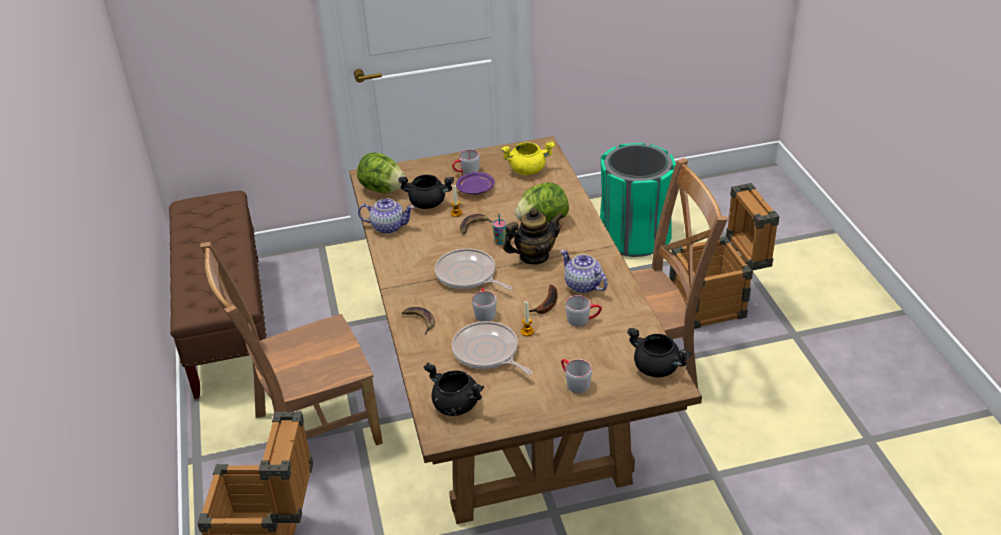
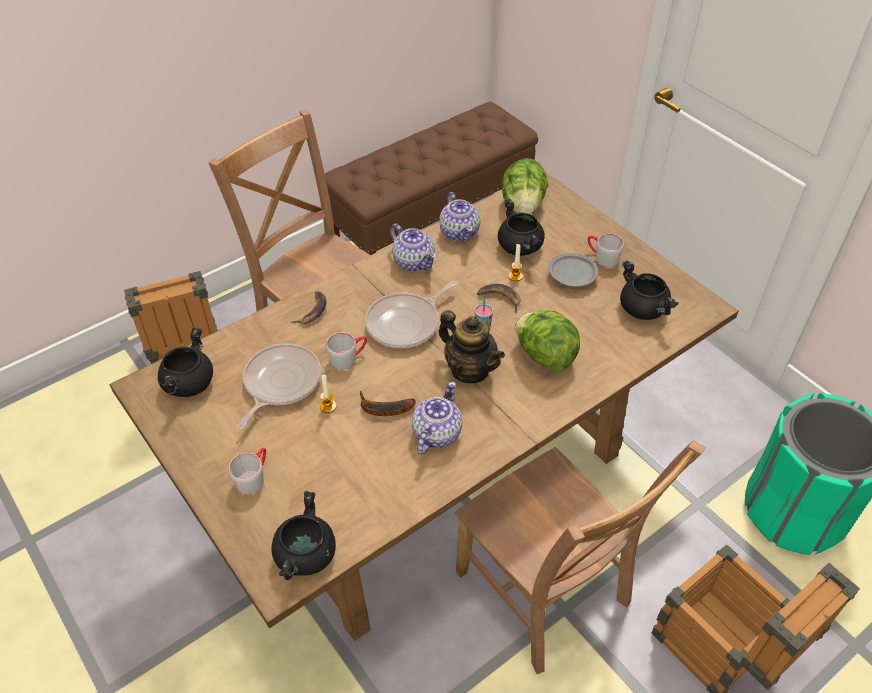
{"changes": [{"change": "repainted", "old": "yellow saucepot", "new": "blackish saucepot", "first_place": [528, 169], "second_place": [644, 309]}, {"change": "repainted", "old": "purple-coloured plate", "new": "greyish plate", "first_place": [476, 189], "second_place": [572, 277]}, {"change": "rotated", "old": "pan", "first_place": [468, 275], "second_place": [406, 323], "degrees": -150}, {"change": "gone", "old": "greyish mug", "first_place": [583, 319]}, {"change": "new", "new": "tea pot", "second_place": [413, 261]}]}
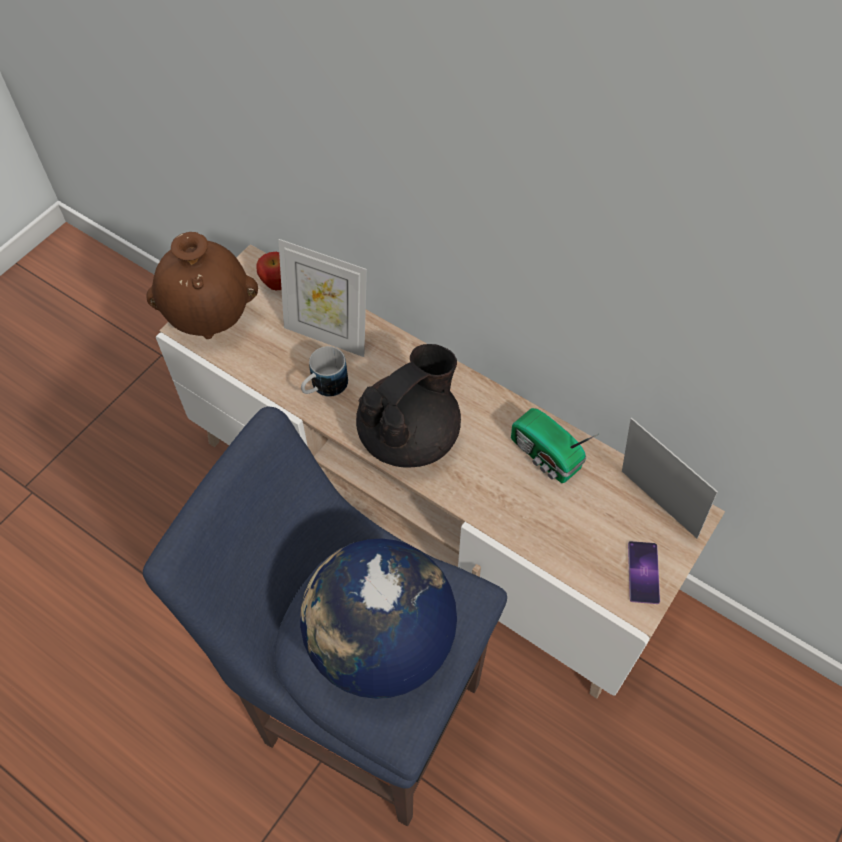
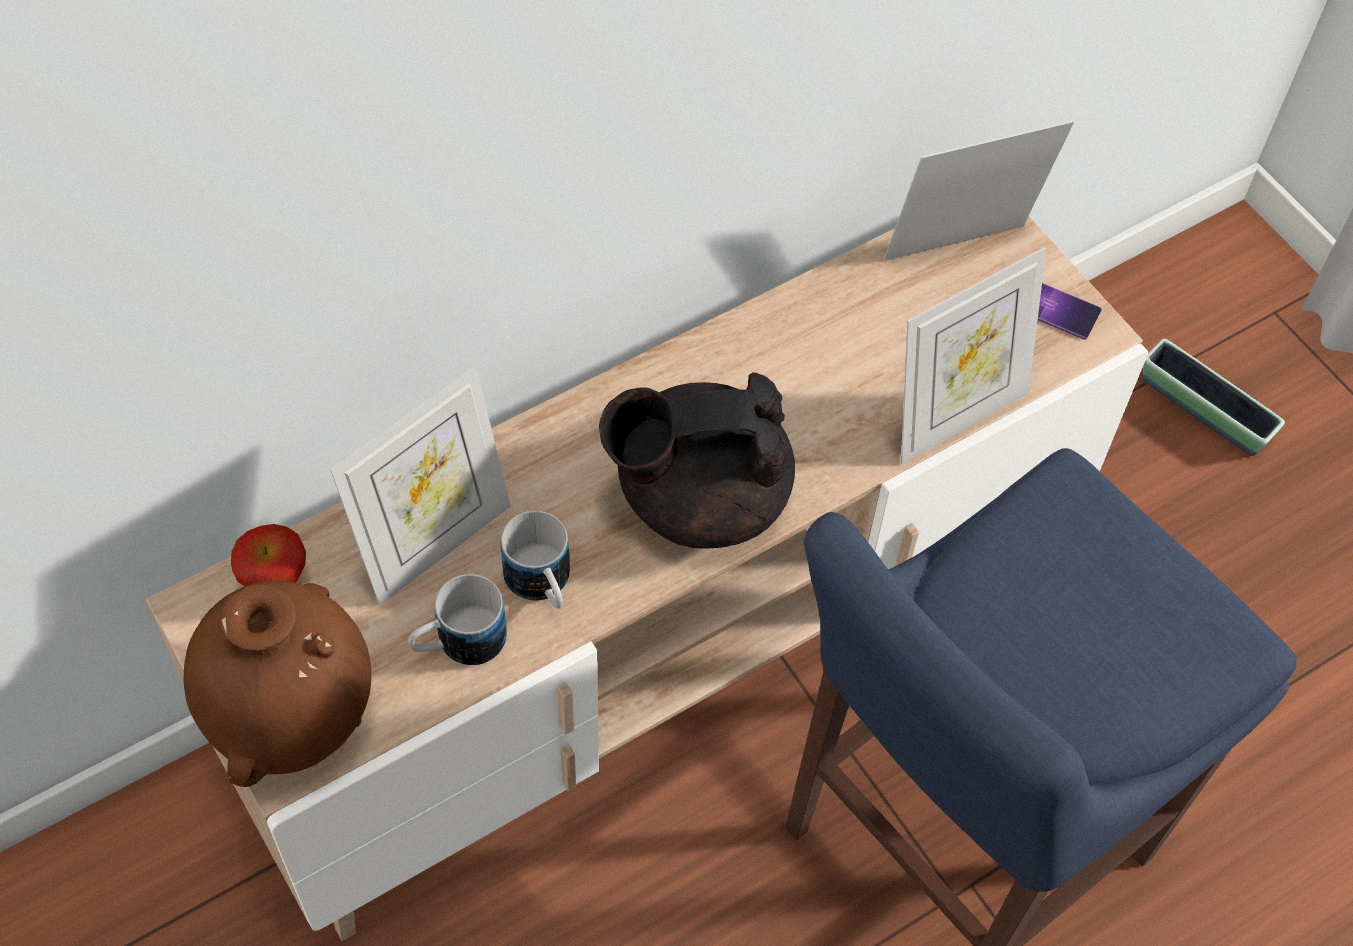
{"changes": [{"change": "rotated", "old": "blackish tea pot", "first_place": [410, 435], "second_place": [699, 496], "degrees": -75}, {"change": "gone", "old": "radio", "first_place": [546, 456]}, {"change": "gone", "old": "desk globe", "first_place": [380, 643]}, {"change": "new", "new": "standing frame", "second_place": [955, 416]}, {"change": "new", "new": "flower pot", "second_place": [1203, 410]}, {"change": "new", "new": "mug", "second_place": [458, 643]}]}
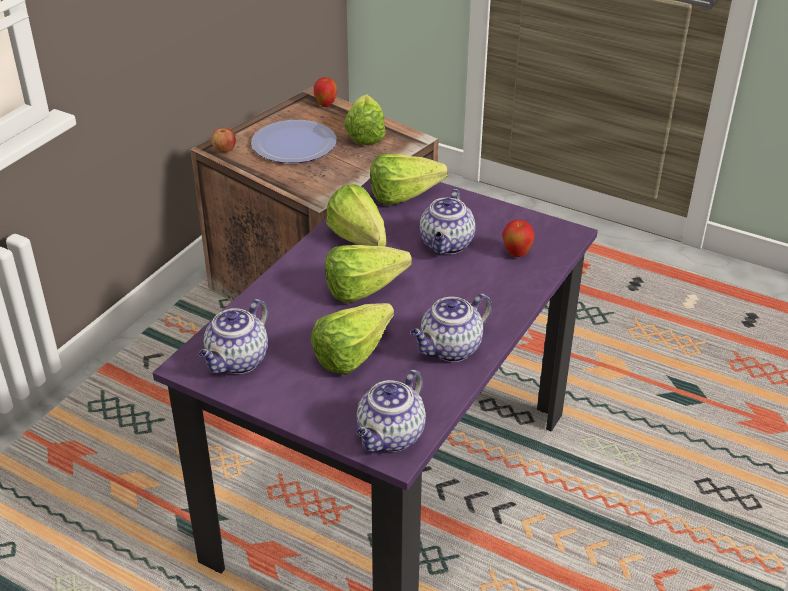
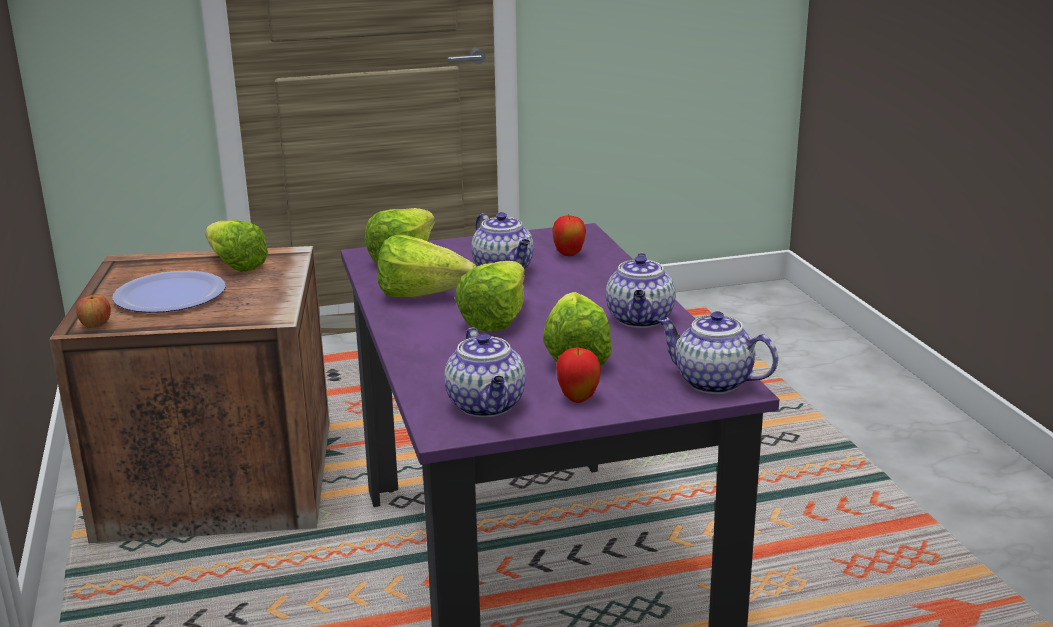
{"changes": [{"change": "shifted", "old": "whole apple", "first_place": [325, 105], "second_place": [578, 399]}, {"change": "rotated", "old": "tea pot", "first_place": [390, 437], "second_place": [711, 382], "degrees": 135}]}
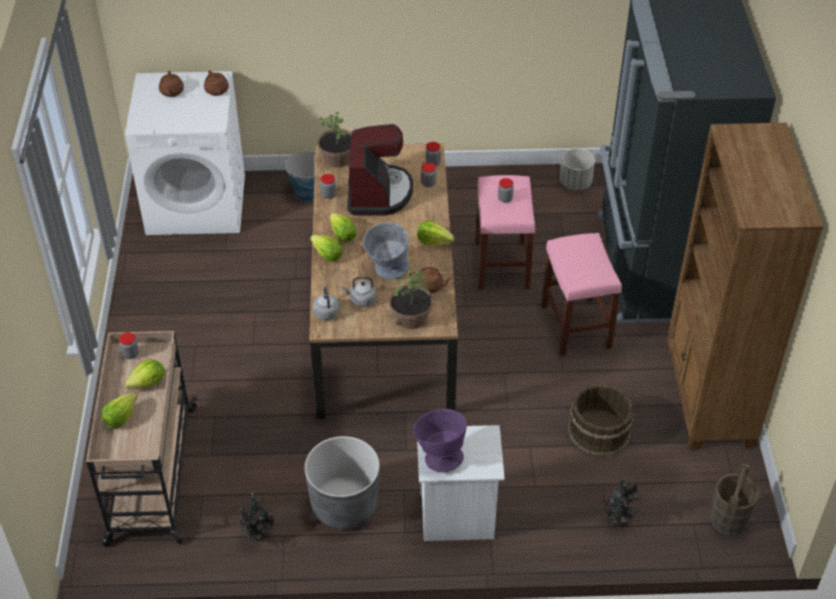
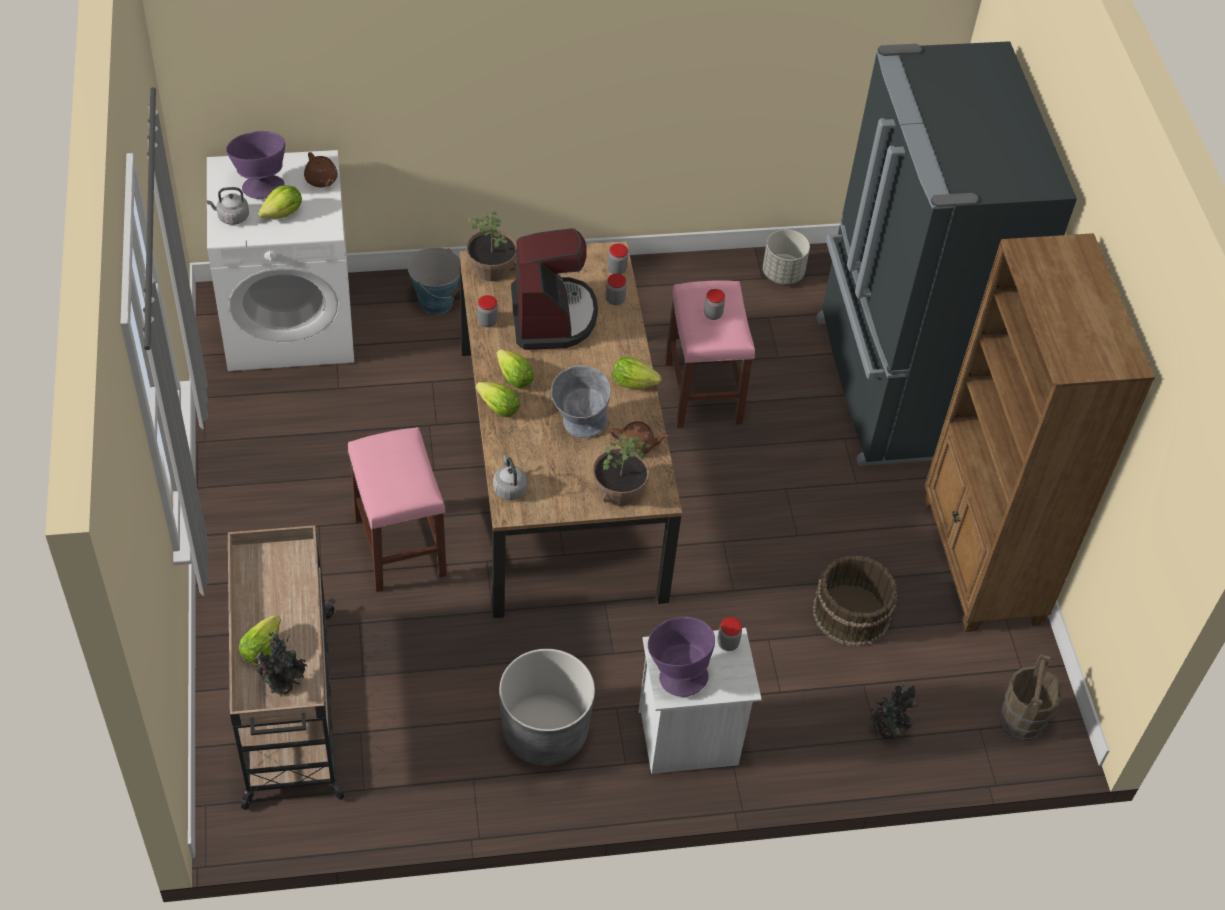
{"changes": [{"change": "swapped", "old": "brown-coloured tea pot", "new": "purple-coloured bowl", "first_place": [172, 92], "second_place": [260, 184]}, {"change": "shifted", "old": "pinkish stool", "first_place": [574, 326], "second_place": [399, 546]}, {"change": "shifted", "old": "greyish tea kettle", "first_place": [361, 300], "second_place": [231, 217]}, {"change": "shifted", "old": "jar", "first_place": [130, 354], "second_place": [728, 643]}, {"change": "shifted", "old": "lettuce head", "first_place": [148, 383], "second_place": [283, 214]}, {"change": "shifted", "old": "plant in a pot", "first_place": [257, 536], "second_place": [283, 687]}]}
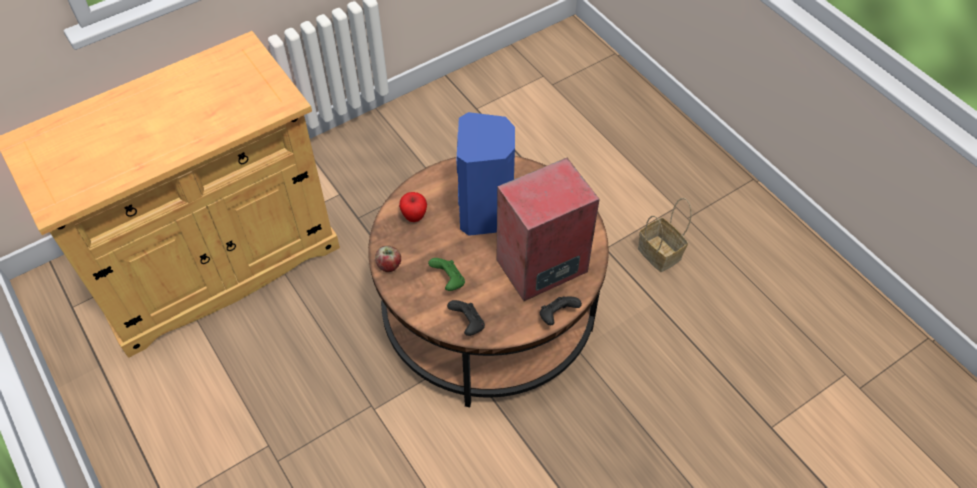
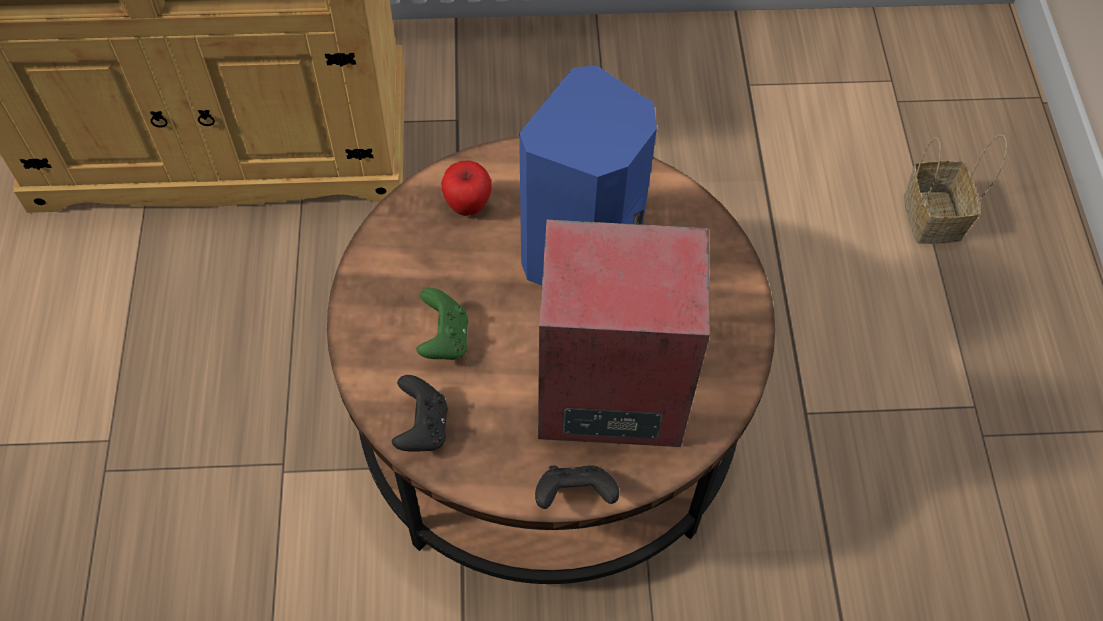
{"changes": [{"change": "shifted", "old": "storage basket", "first_place": [661, 254], "second_place": [934, 219]}, {"change": "gone", "old": "whole apple", "first_place": [389, 265]}]}
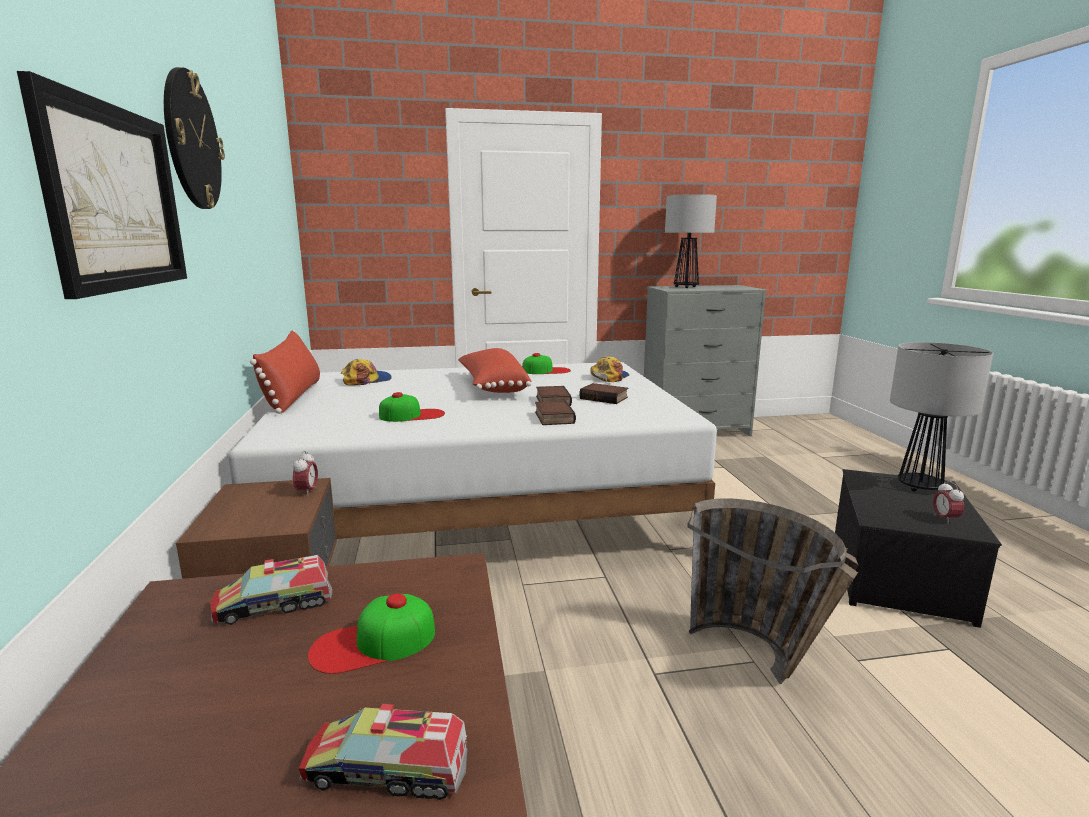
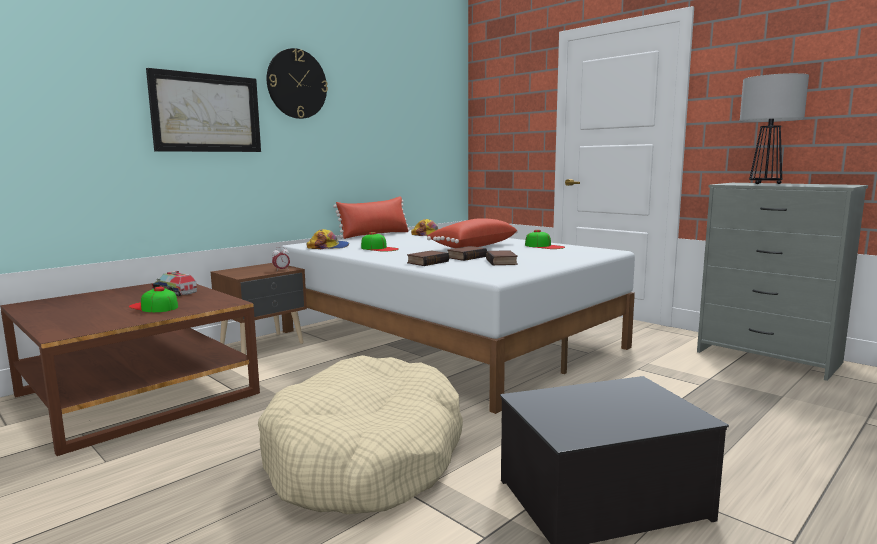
{"changes": [{"change": "gone", "old": "tabletop lamp", "first_place": [919, 486]}, {"change": "shifted", "old": "peaked cap", "first_place": [609, 377], "second_place": [328, 247]}, {"change": "gone", "old": "alarm clock", "first_place": [945, 519]}, {"change": "swapped", "old": "storage basket", "new": "beige-coloured dog bed", "first_place": [762, 661], "second_place": [366, 457]}, {"change": "gone", "old": "model truck", "first_place": [386, 769]}]}
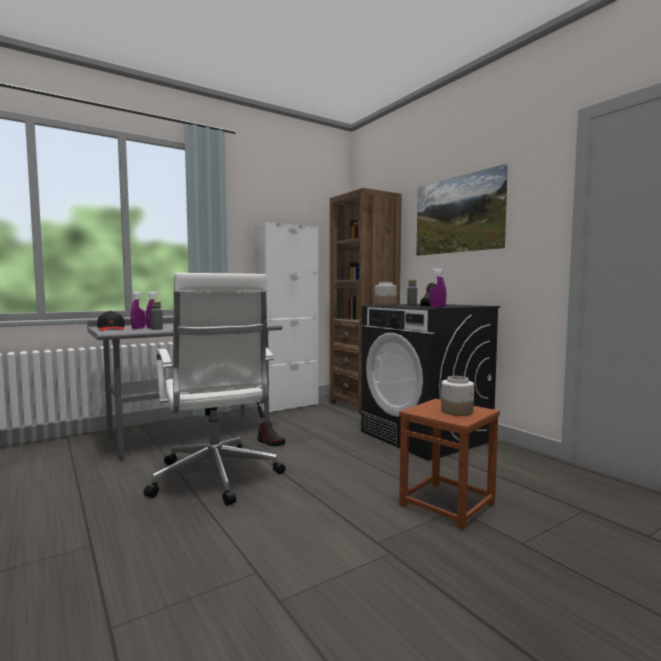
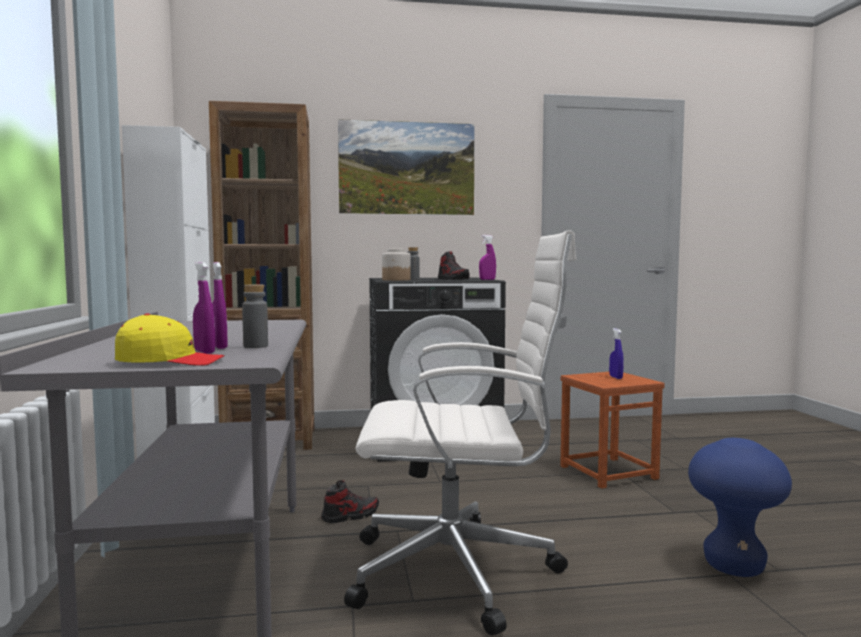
{"changes": [{"change": "repainted", "old": "blackish peaked cap", "new": "yellow peaked cap", "first_place": [111, 329], "second_place": [169, 361]}, {"change": "swapped", "old": "jar", "new": "bluish spray bottle", "first_place": [457, 411], "second_place": [615, 377]}, {"change": "new", "new": "bluish stool", "second_place": [734, 566]}]}
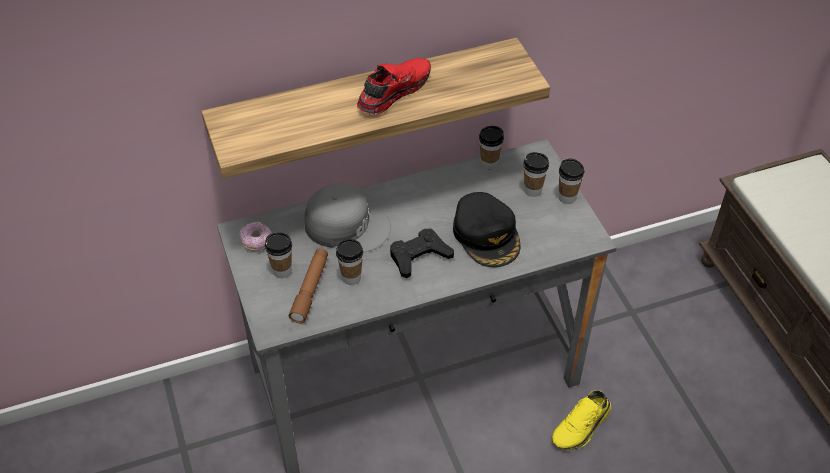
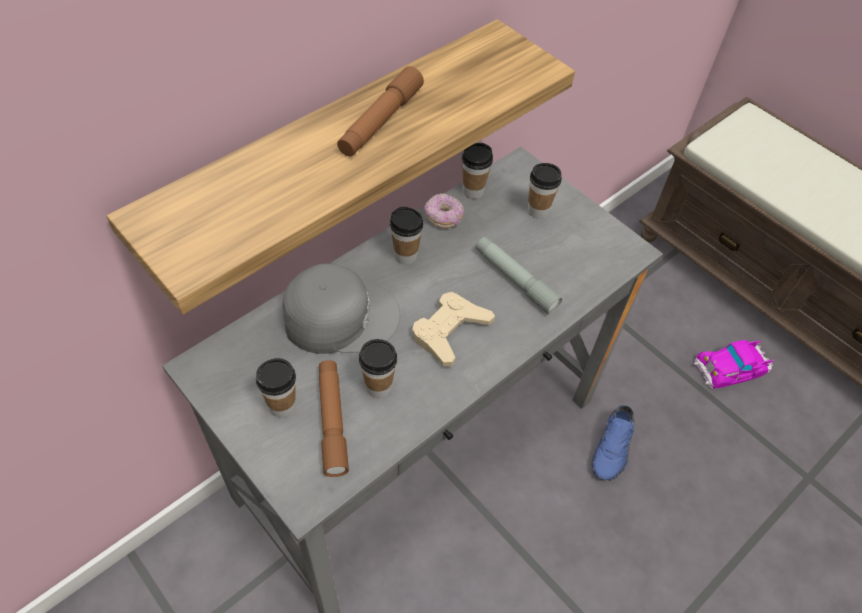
{"changes": [{"change": "swapped", "old": "reddish item of footwear", "new": "brown-coloured torch", "first_place": [393, 91], "second_place": [381, 121]}, {"change": "shifted", "old": "drinking cup", "first_place": [567, 197], "second_place": [405, 256]}, {"change": "swapped", "old": "blackish peaked cap", "new": "greyish torch", "first_place": [487, 235], "second_place": [515, 280]}, {"change": "shifted", "old": "ring doughnut", "first_place": [256, 241], "second_place": [443, 217]}, {"change": "repainted", "old": "blackish game controller", "new": "beige-coloured game controller", "first_place": [419, 256], "second_place": [450, 331]}, {"change": "repainted", "old": "yellow item of footwear", "new": "bluish item of footwear", "first_place": [582, 427], "second_place": [613, 448]}, {"change": "new", "new": "toy car", "second_place": [731, 366]}]}
